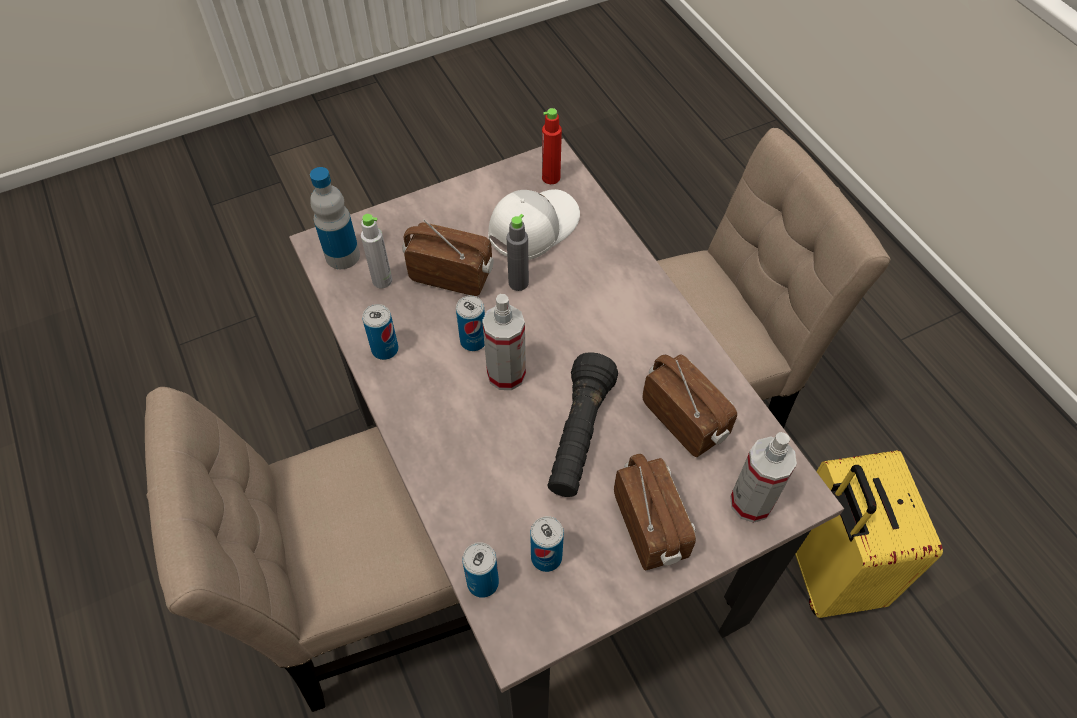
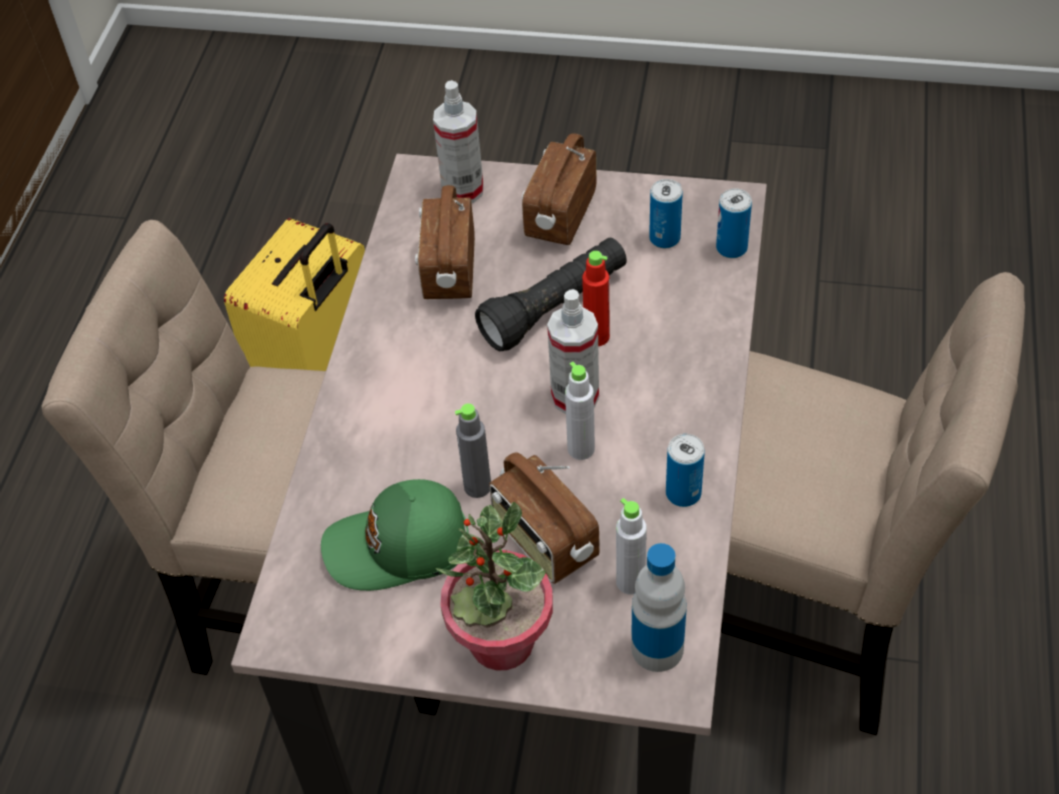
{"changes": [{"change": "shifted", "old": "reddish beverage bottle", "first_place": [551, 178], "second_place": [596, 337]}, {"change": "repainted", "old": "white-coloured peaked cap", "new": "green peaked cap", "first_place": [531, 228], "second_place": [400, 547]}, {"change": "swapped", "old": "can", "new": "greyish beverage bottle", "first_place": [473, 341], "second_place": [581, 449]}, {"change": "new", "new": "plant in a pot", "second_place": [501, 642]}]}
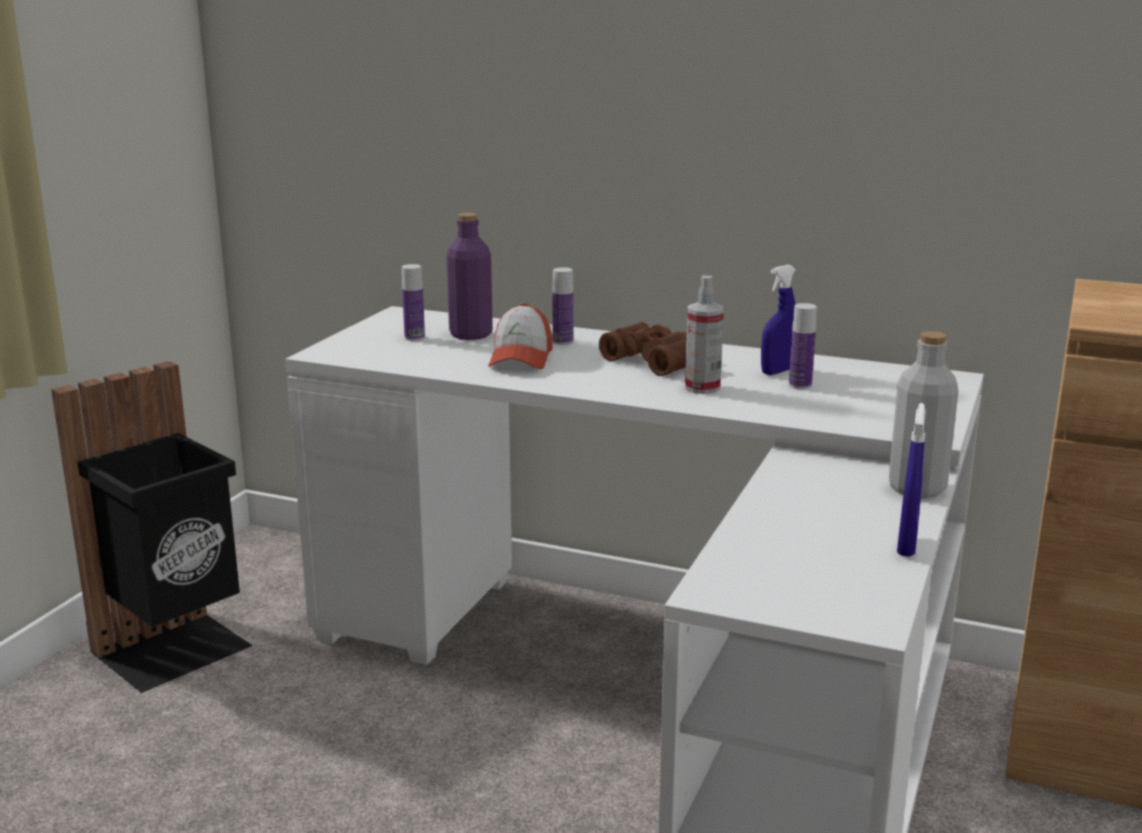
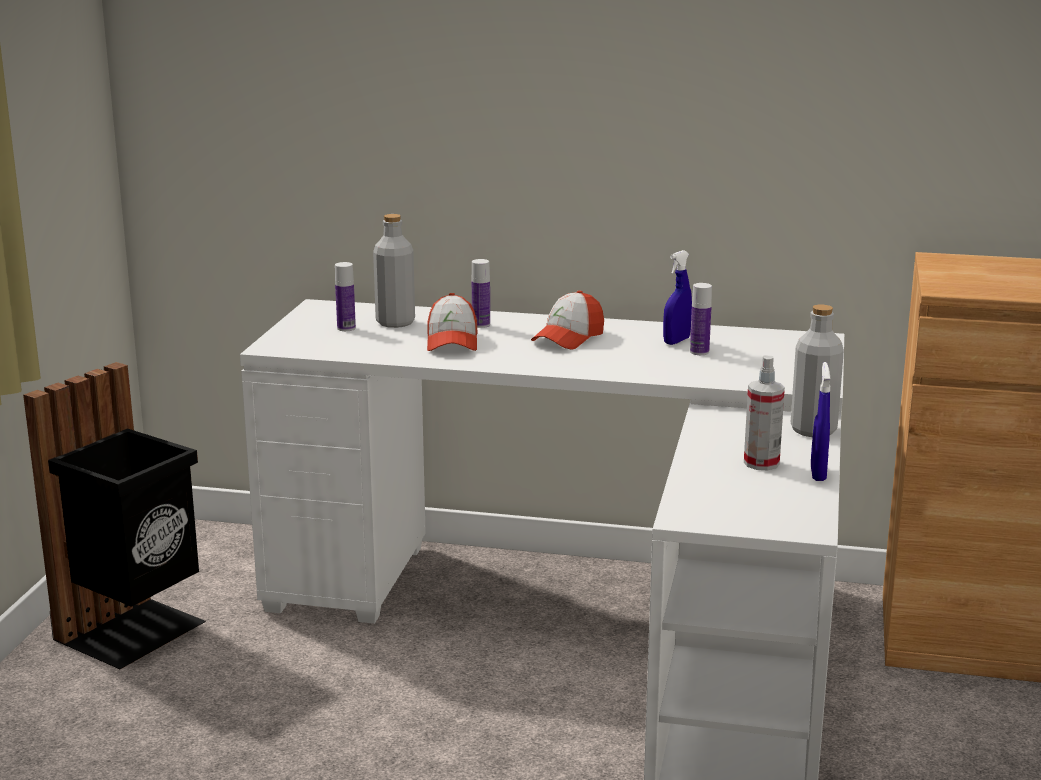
{"changes": [{"change": "repainted", "old": "purple-coloured beverage bottle", "new": "greyish beverage bottle", "first_place": [471, 334], "second_place": [395, 322]}, {"change": "shifted", "old": "spray bottle", "first_place": [702, 388], "second_place": [761, 463]}, {"change": "swapped", "old": "brown-coloured field glasses", "new": "peaked cap", "first_place": [653, 361], "second_place": [568, 338]}]}
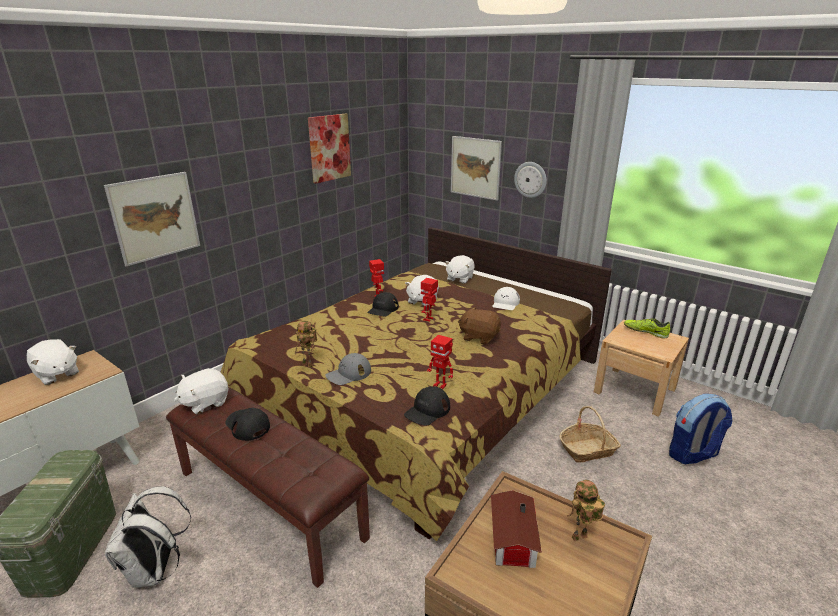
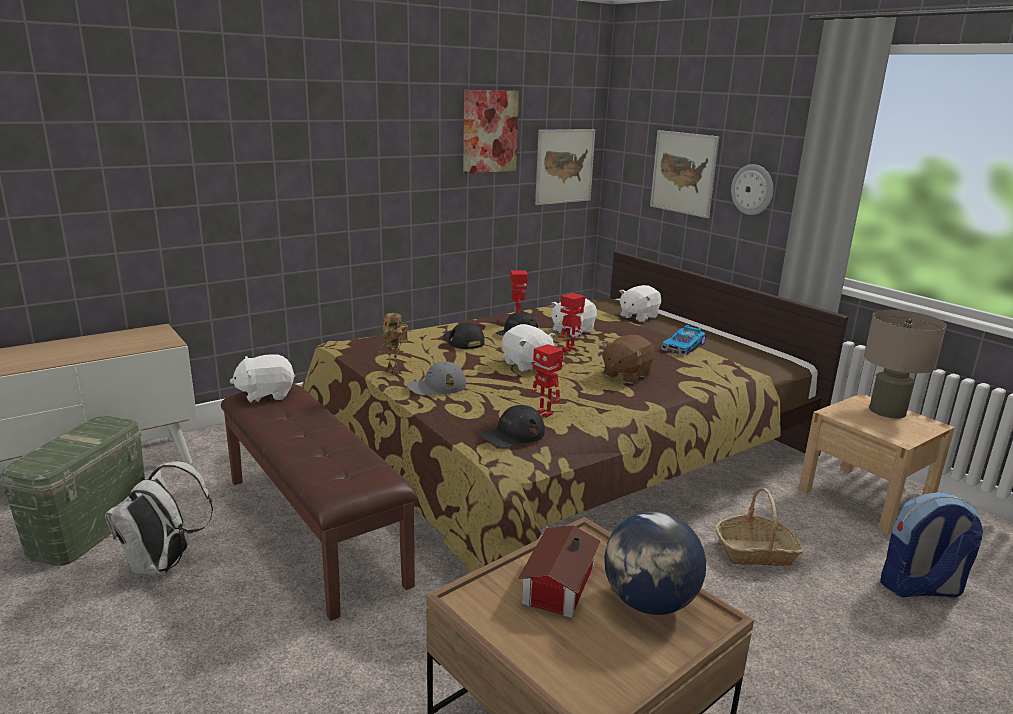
{"changes": [{"change": "shifted", "old": "picture", "first_place": [155, 217], "second_place": [564, 166]}, {"change": "swapped", "old": "white-coloured peaked cap", "new": "toy car", "first_place": [505, 303], "second_place": [684, 347]}, {"change": "rotated", "old": "brown-coloured plush toy", "first_place": [479, 337], "second_place": [626, 375], "degrees": -90}, {"change": "swapped", "old": "item of footwear", "new": "beige-coloured tabletop lamp", "first_place": [645, 332], "second_place": [887, 411]}, {"change": "shifted", "old": "white-coloured plush toy", "first_place": [56, 374], "second_place": [527, 364]}, {"change": "shifted", "old": "blackish peaked cap", "first_place": [247, 425], "second_place": [463, 341]}, {"change": "swapped", "old": "toy robot", "new": "desk globe", "first_place": [579, 539], "second_place": [648, 603]}]}
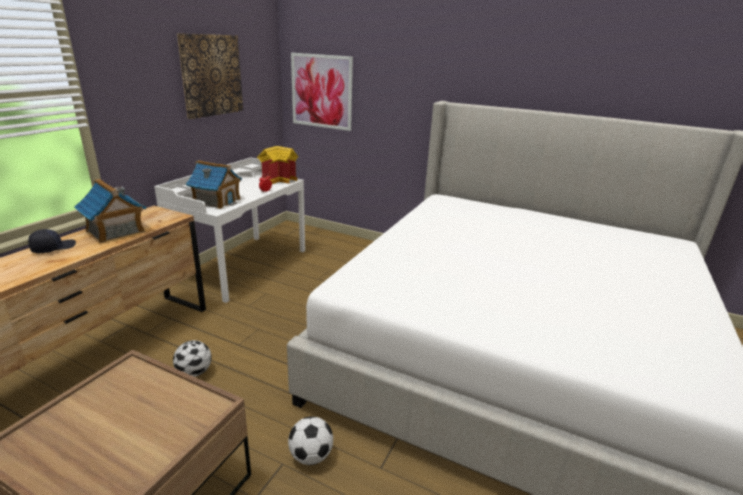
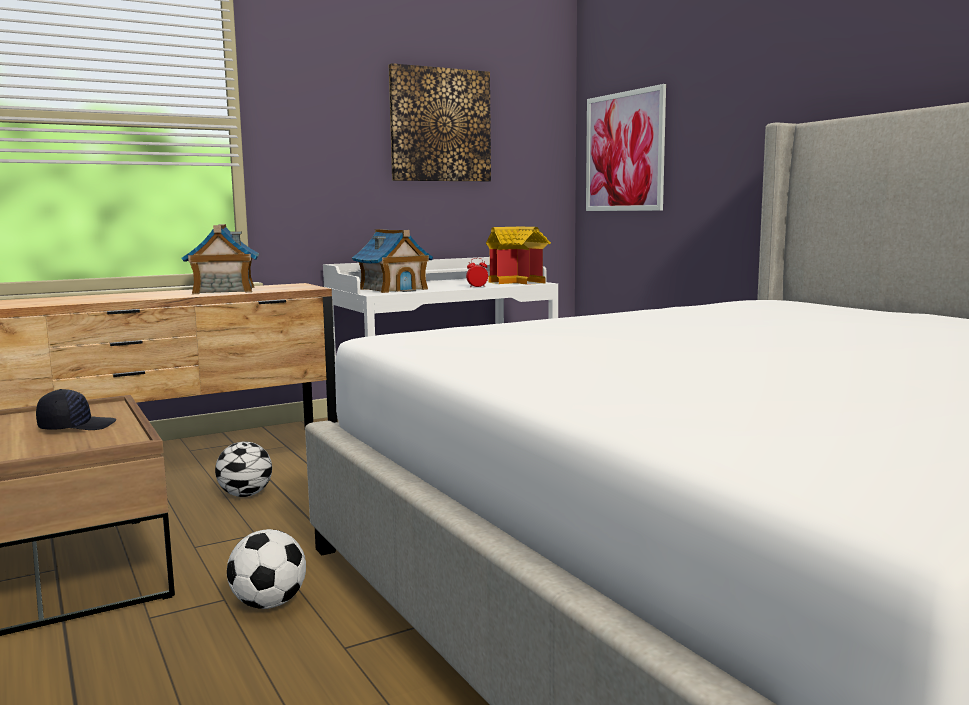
{"changes": [{"change": "shifted", "old": "blackish peaked cap", "first_place": [53, 248], "second_place": [76, 426]}]}
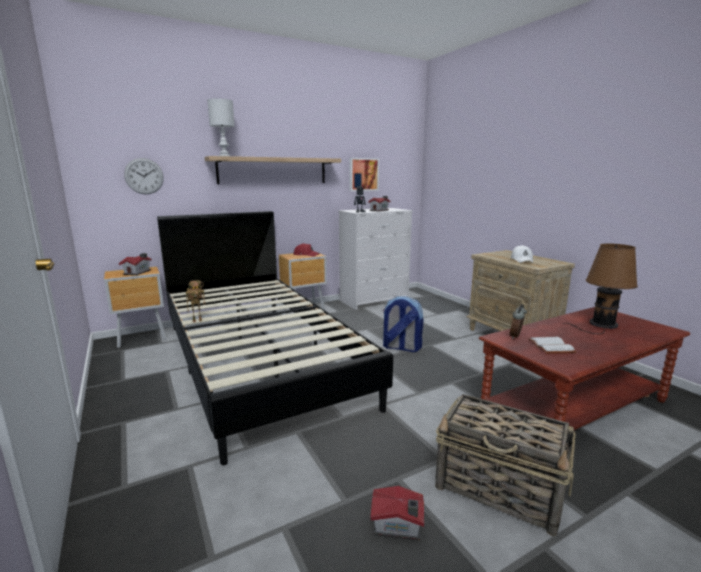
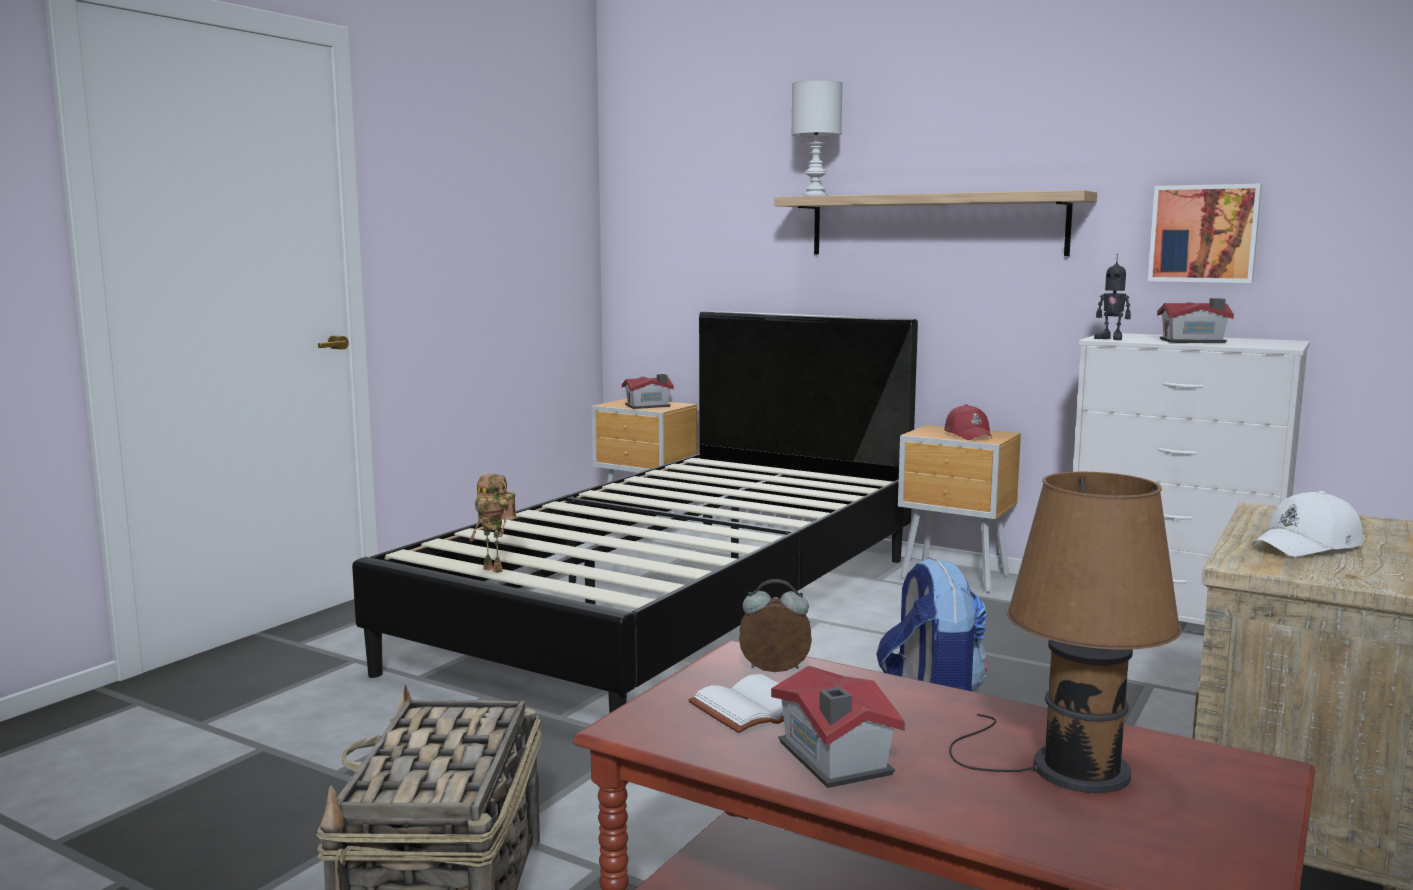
{"changes": [{"change": "gone", "old": "wall clock", "first_place": [144, 176]}, {"change": "shifted", "old": "toy robot", "first_place": [198, 320], "second_place": [496, 569]}, {"change": "shifted", "old": "miniature house", "first_place": [398, 526], "second_place": [833, 760]}]}
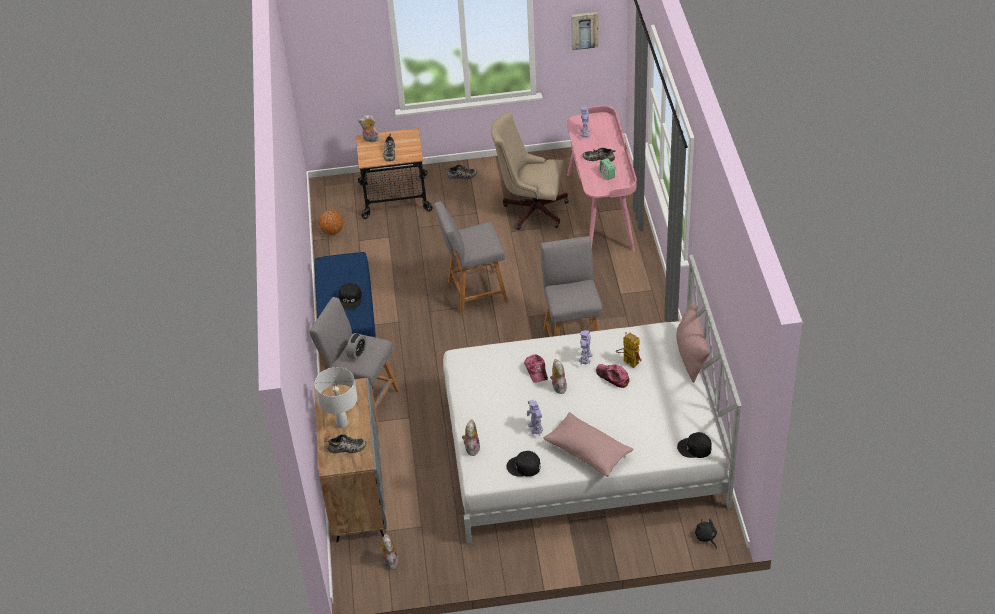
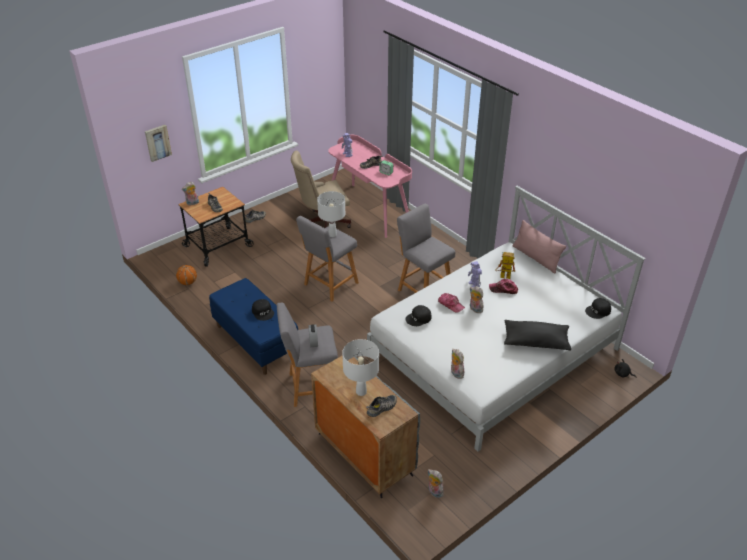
{"changes": [{"change": "shifted", "old": "picture", "first_place": [584, 30], "second_place": [157, 142]}, {"change": "gone", "old": "toy robot", "first_place": [535, 428]}, {"change": "repainted", "old": "pinkish pillow", "new": "blackish pillow", "first_place": [588, 451], "second_place": [535, 341]}, {"change": "shifted", "old": "blackish peaked cap", "first_place": [524, 467], "second_place": [418, 318]}, {"change": "new", "new": "white-coloured tabletop lamp", "second_place": [332, 235]}]}
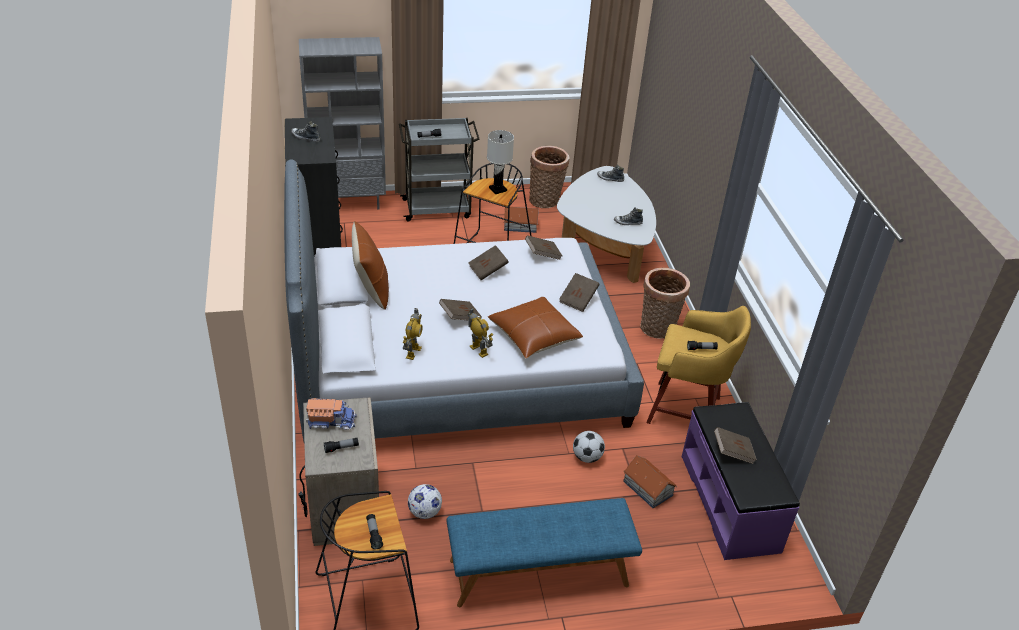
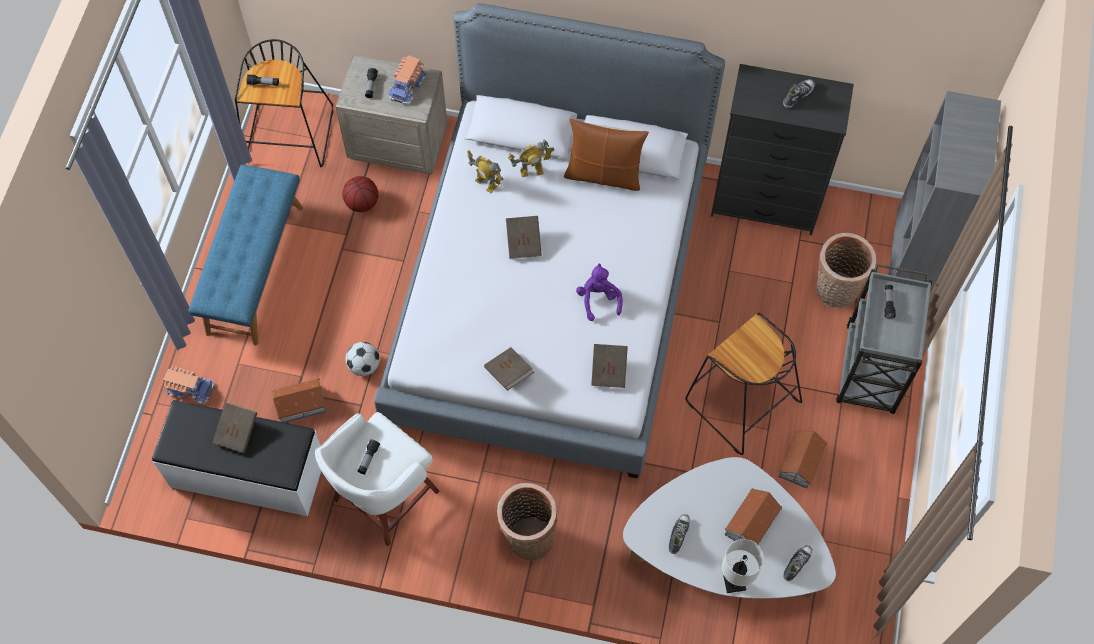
{"changes": [{"change": "shifted", "old": "white-coloured tabletop lamp", "first_place": [498, 189], "second_place": [734, 582]}, {"change": "shifted", "old": "storage basket", "first_place": [546, 201], "second_place": [835, 292]}, {"change": "swapped", "old": "brown-coloured book", "new": "purple-coloured plush toy", "first_place": [488, 270], "second_place": [598, 299]}, {"change": "gone", "old": "brown-coloured pillow", "first_place": [534, 336]}, {"change": "repainted", "old": "yellow stool", "new": "white-coloured stool", "first_place": [686, 411], "second_place": [383, 498]}, {"change": "shifted", "old": "toy robot", "first_place": [479, 350], "second_place": [531, 171]}, {"change": "repainted", "old": "purple-coloured indoor bench", "new": "white-coloured indoor bench", "first_place": [730, 502], "second_place": [247, 473]}, {"change": "swapped", "old": "football ball", "new": "ball for basketball", "first_place": [424, 512], "second_place": [362, 202]}, {"change": "new", "new": "model truck", "second_place": [190, 388]}, {"change": "new", "new": "miniature house", "second_place": [750, 523]}]}
